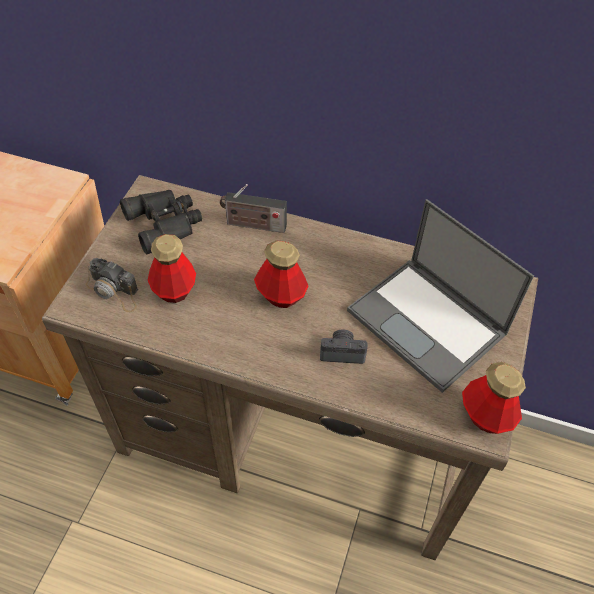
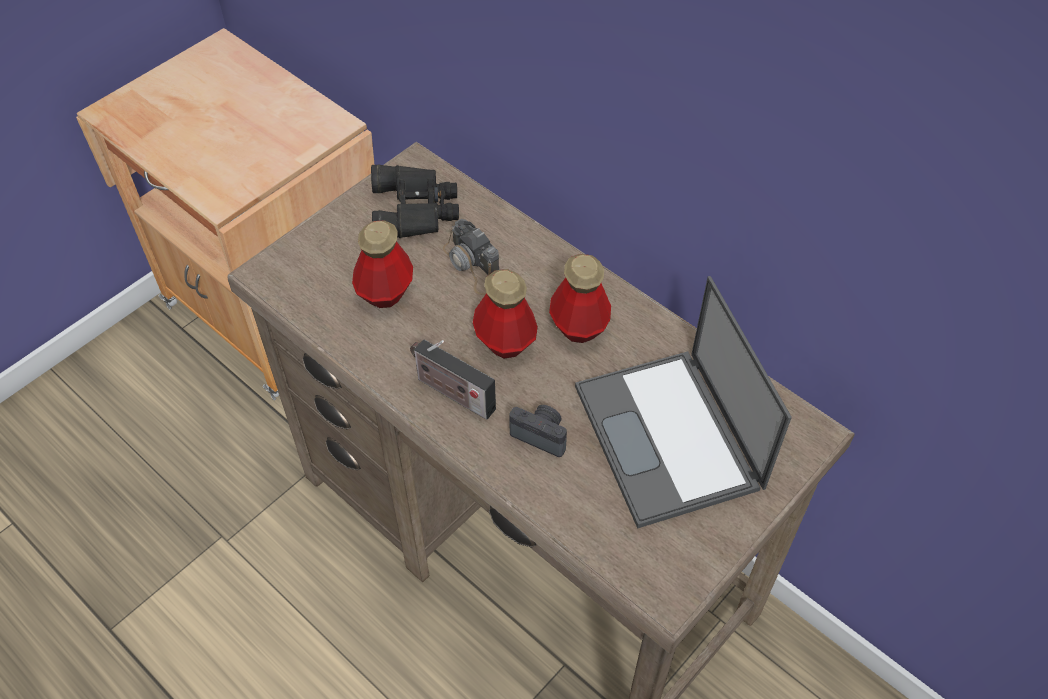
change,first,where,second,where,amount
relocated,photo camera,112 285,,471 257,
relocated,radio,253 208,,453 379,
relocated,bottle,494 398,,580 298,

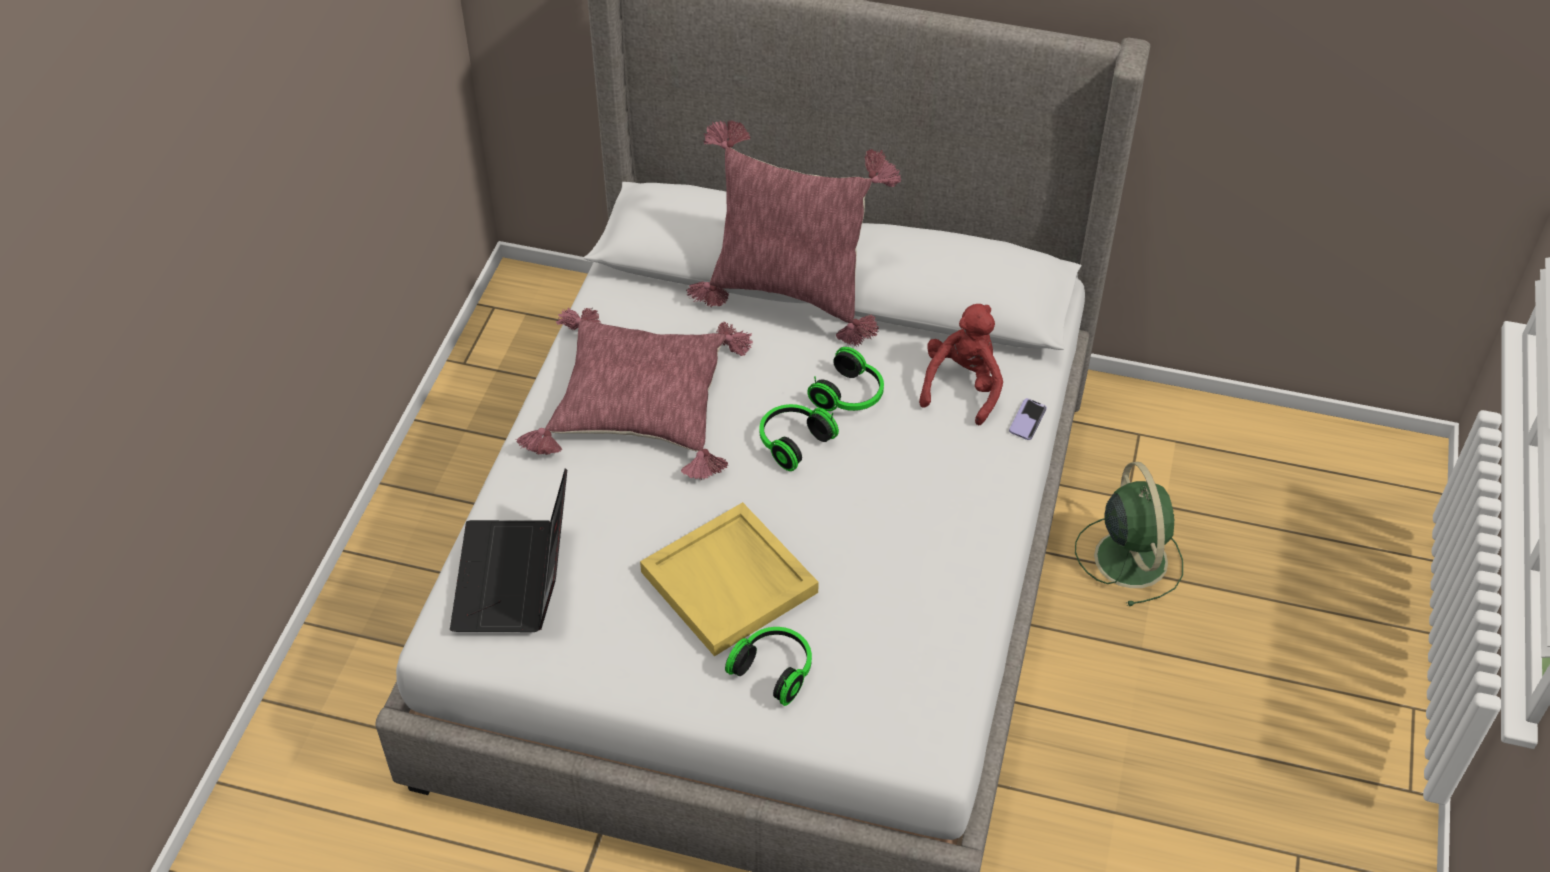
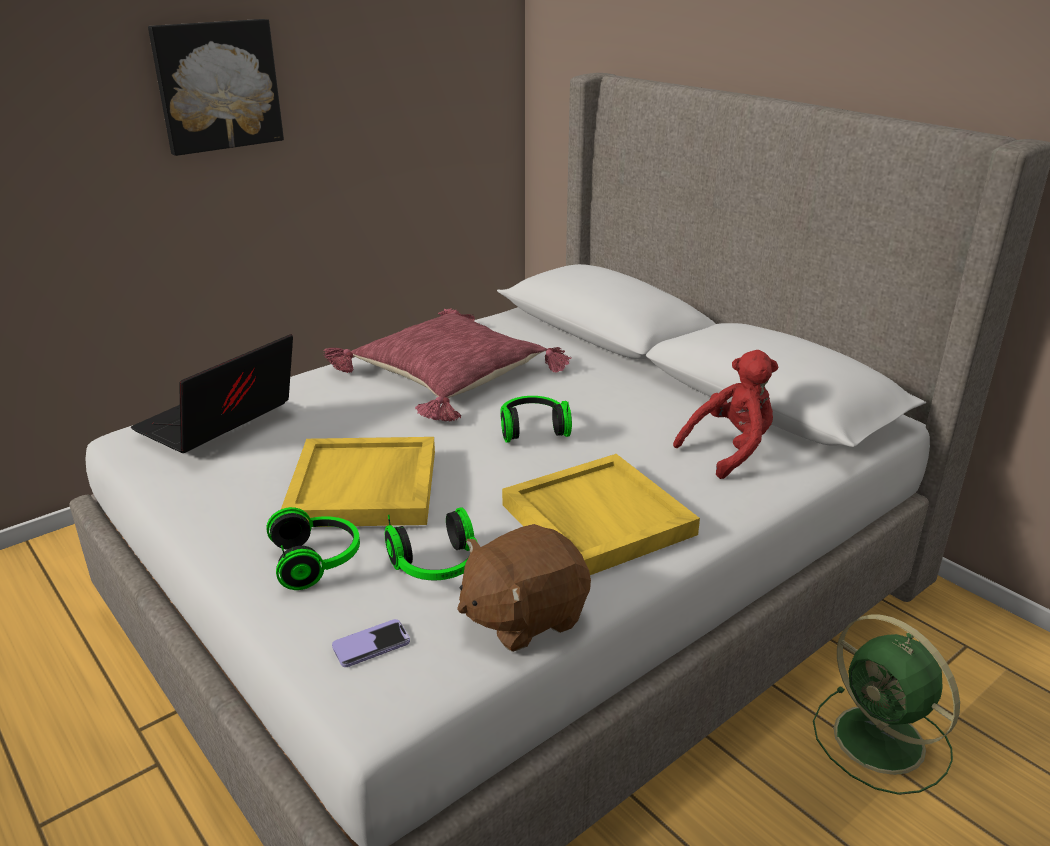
change,first,where,second,where,amount
missing,pillow/red,793 233,,,
appeared,,,picture,216 87,
appeared,,,plush toy/brown,524 588,
appeared,,,tray/yellow,601 514,
relocated,headphones,845 379,,431 543,
relocated,phone,1028 419,,371 643,
spun,fan/green,1129 534,,886 704,120 degrees clockwise

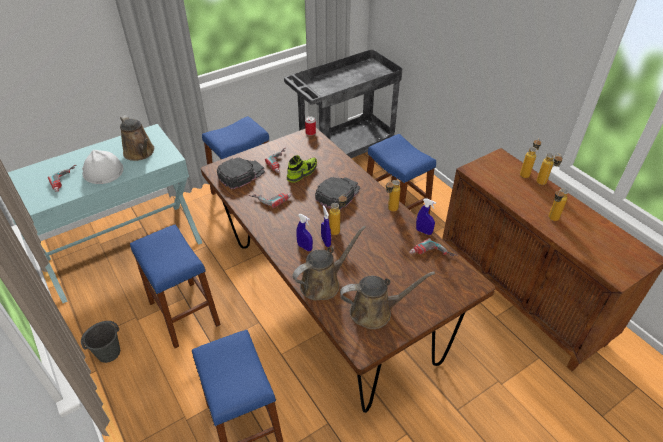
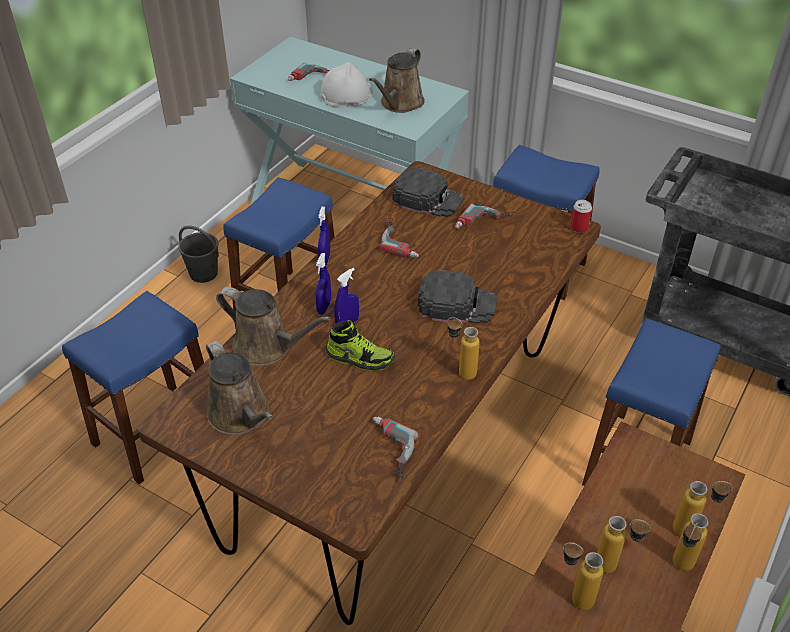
change,first,where,second,where,amount
relocated,shoe,302 169,,360 345,
relocated,bottle,338 214,,624 544,
relocated,spray bottle/blue,426 216,,324 235,

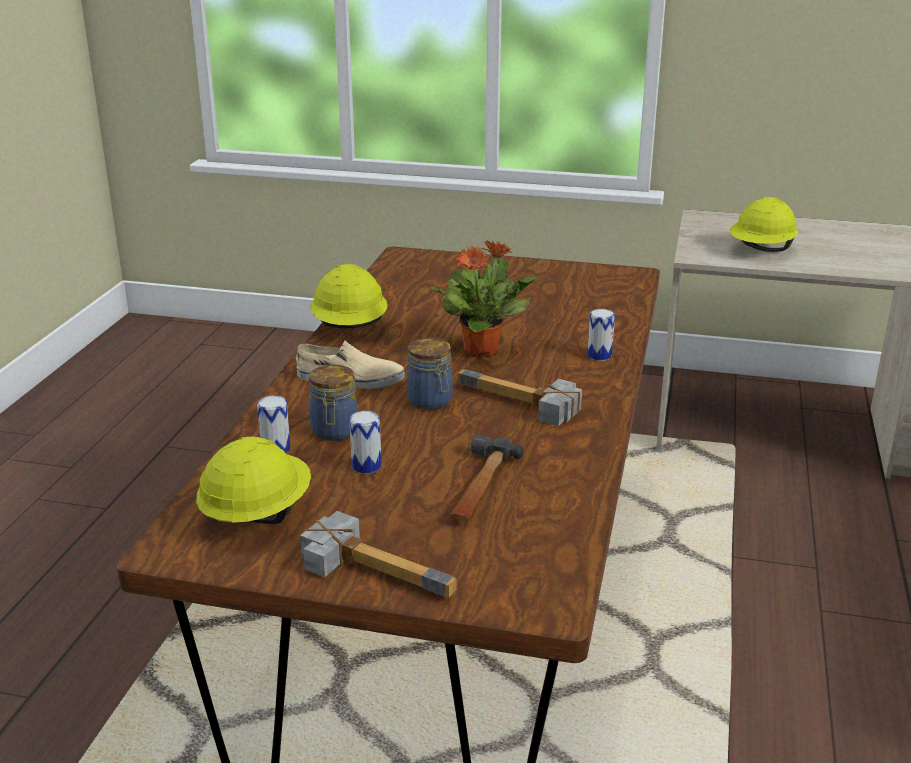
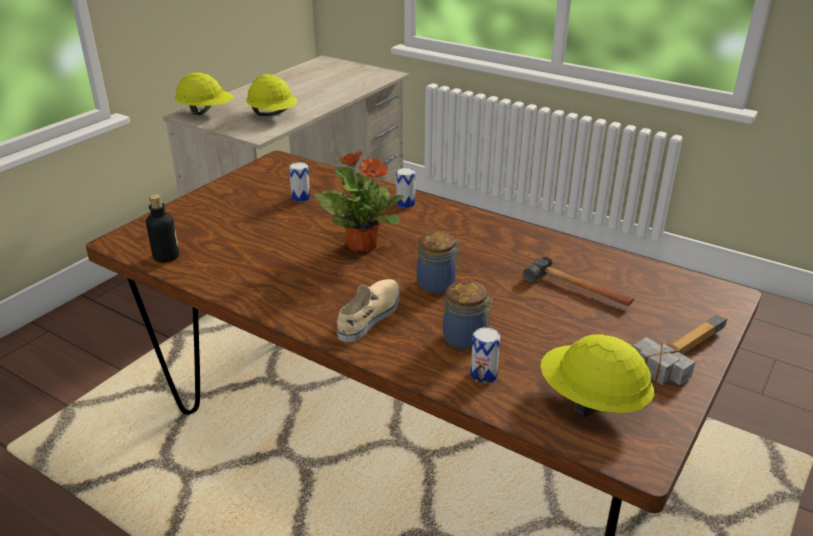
change,first,where,second,where,amount
missing,hammer,520 397,,,
appeared,,,bottle,162 228,
relocated,hard hat/yellow,349 296,,204 93,
relocated,can,365 442,,299 182,

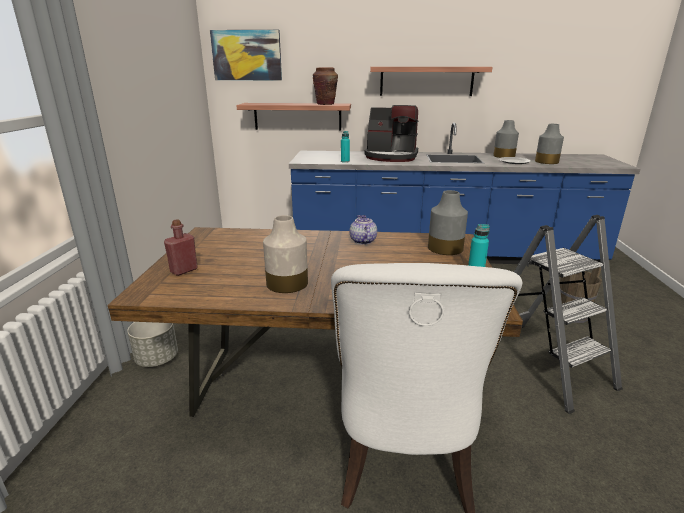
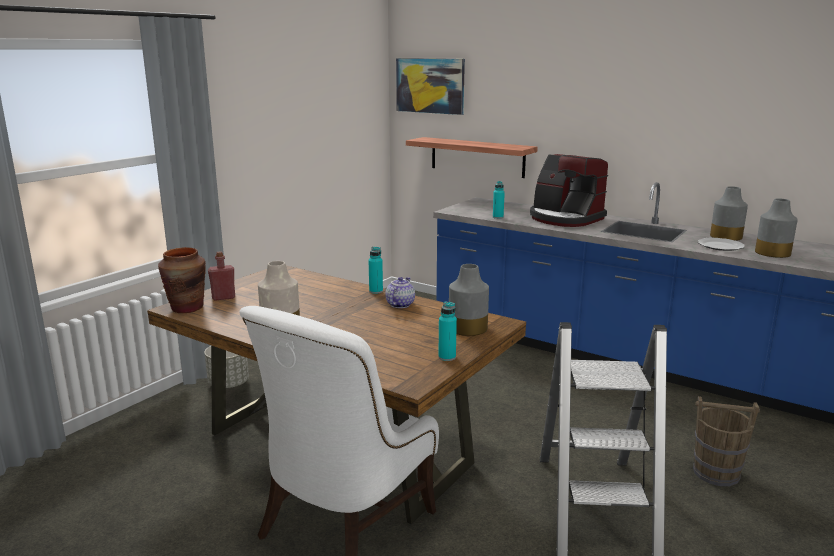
change,first,where,second,where,amount
missing,shelf,431 81,,,
appeared,,,bottle/turquoise,376 270,
relocated,vase/brown,325 86,,182 280,

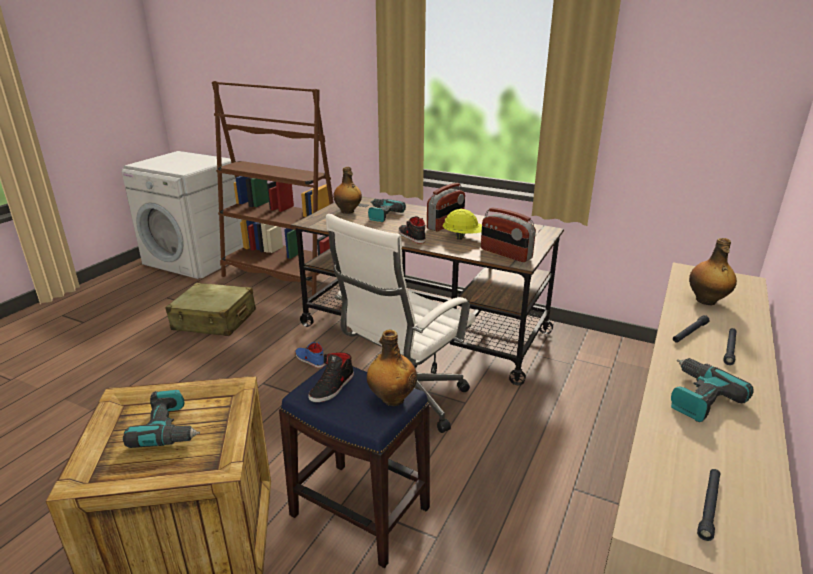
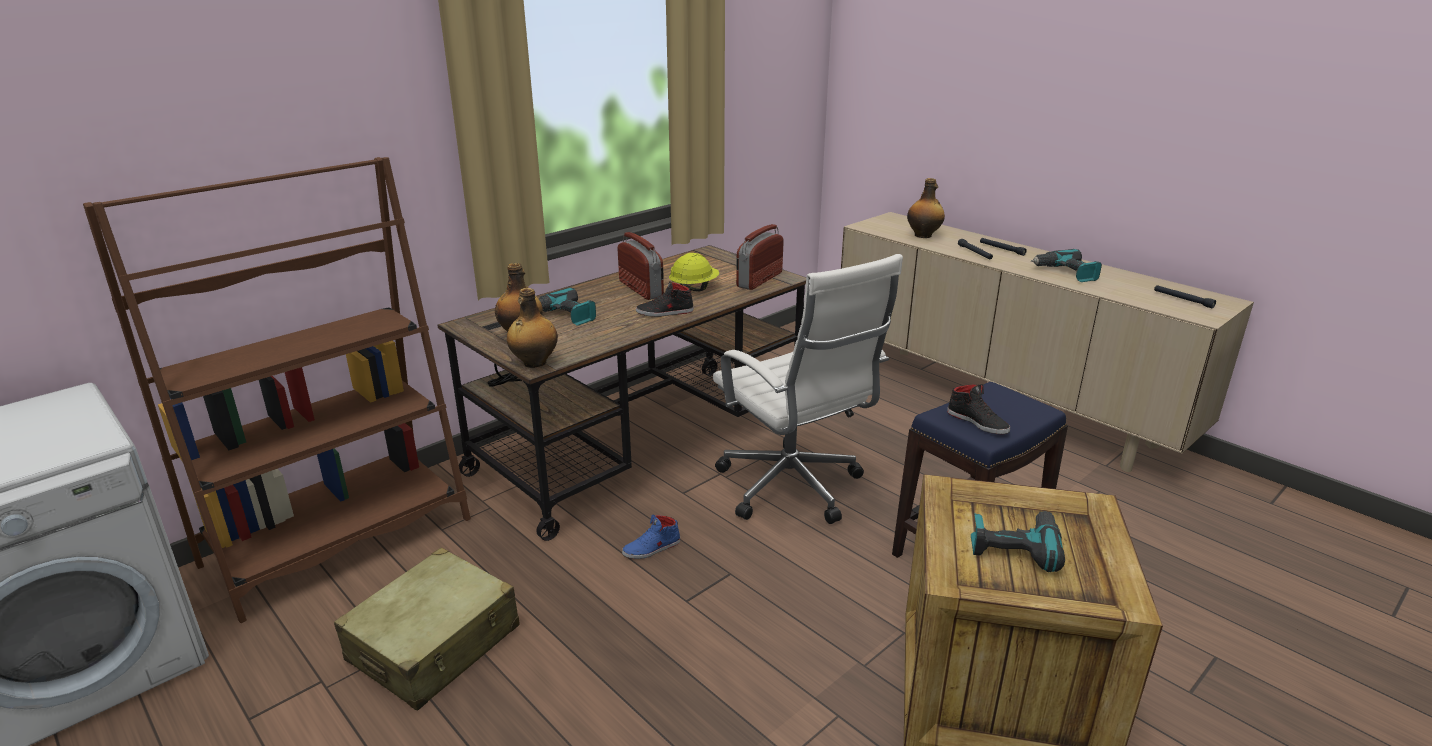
change,first,where,second,where,amount
relocated,bottle,392 368,,532 328,
spun,radio,508 234,,760 257,150 degrees clockwise

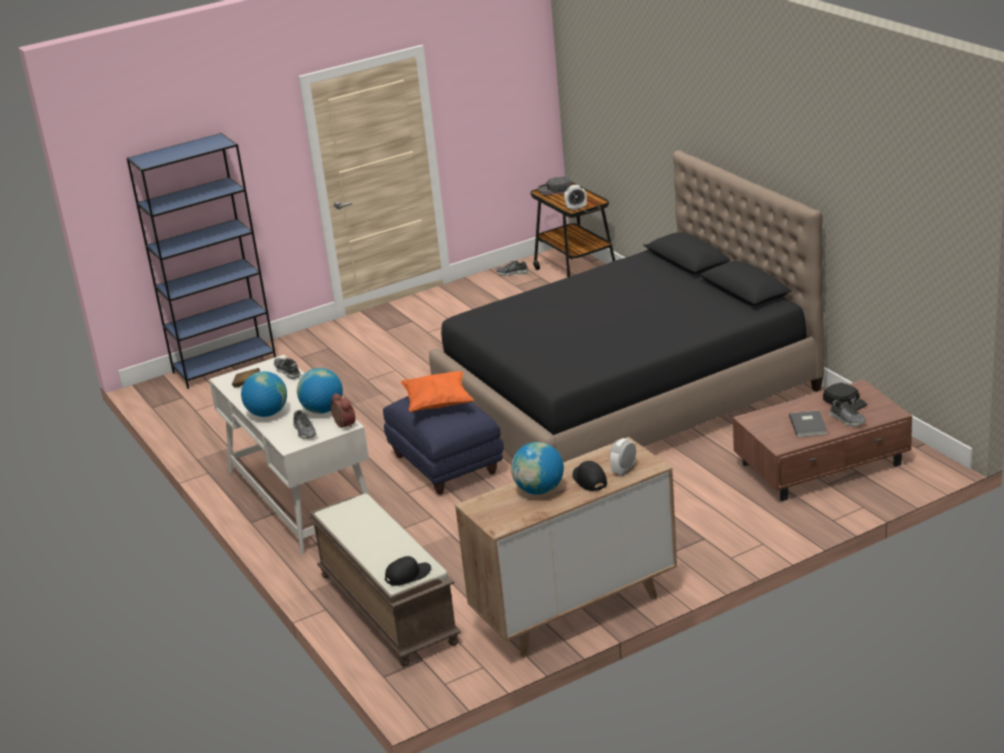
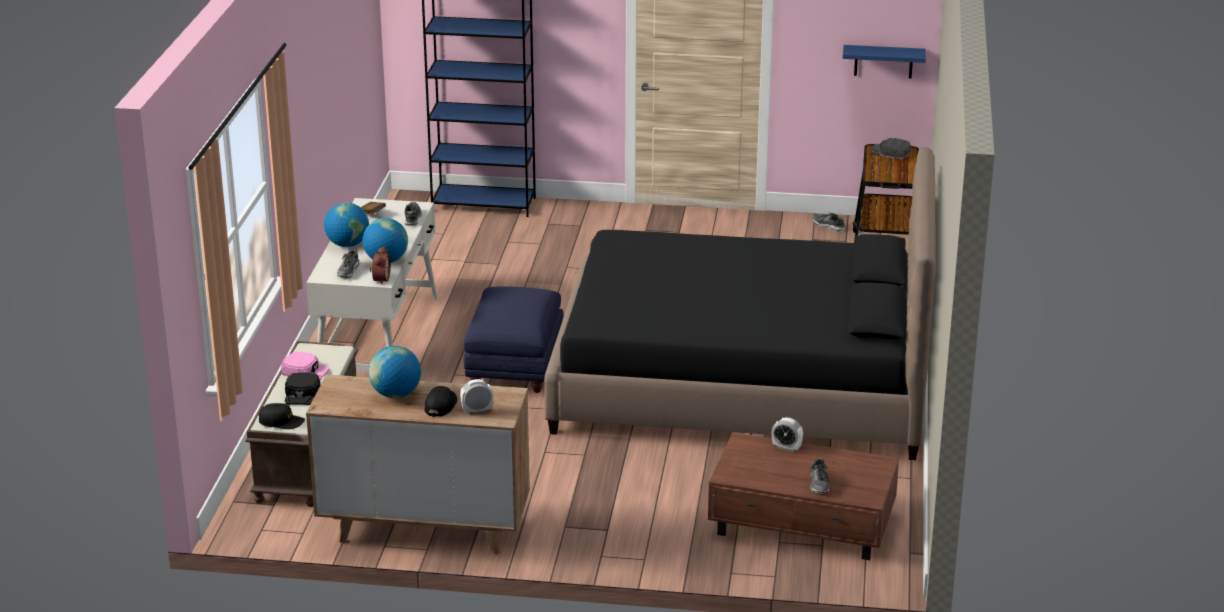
change,first,where,second,where,amount
missing,pillow/orange,437 391,,,
missing,book/grey,808 424,,,
appeared,,,cap/pink,305 366,
appeared,,,shelf/blue,884 61,
relocated,alarm clock,575 197,,787 434,
relocated,cap/black,845 397,,302 388,

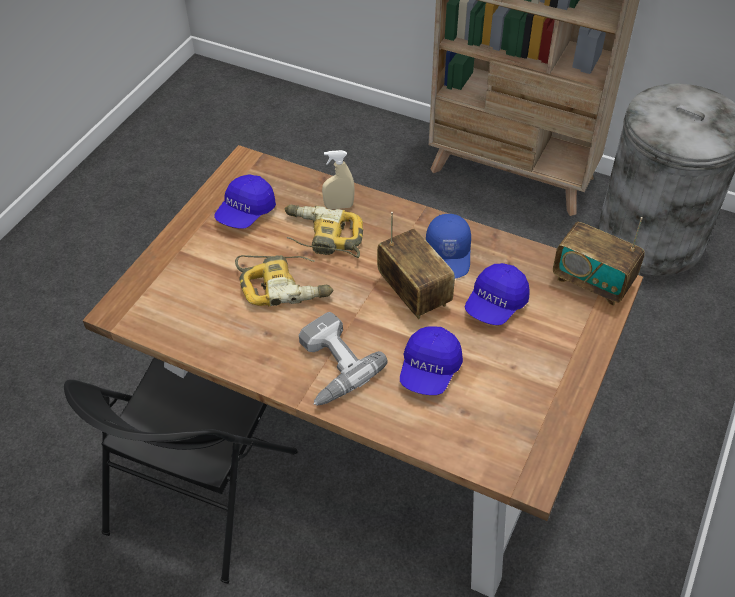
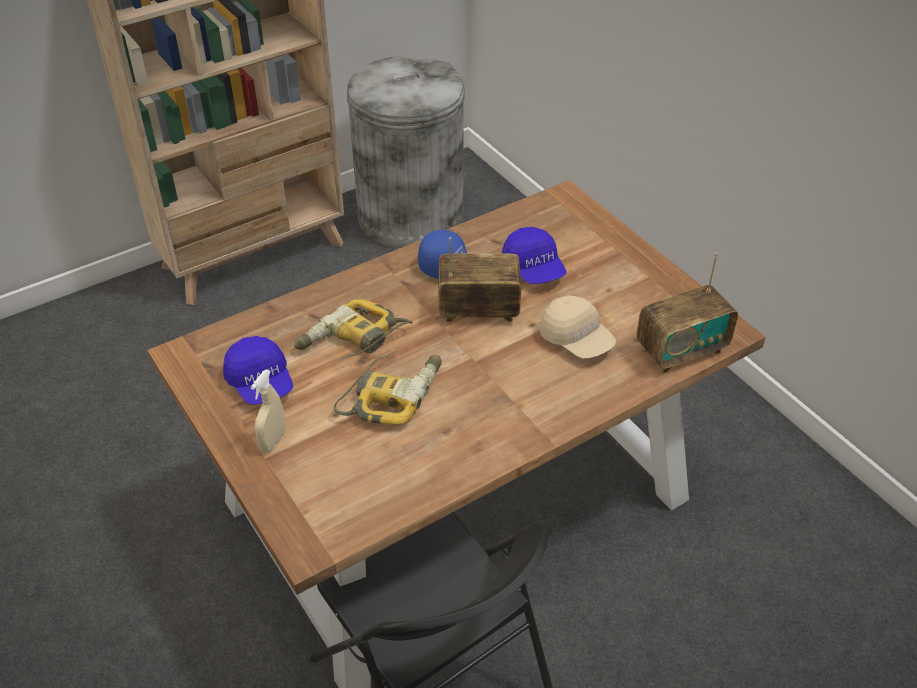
change,first,where,second,where,amount
missing,power drill,343 359,,,
relocated,spray bottle/beige,338 179,,268 411,
relocated,radio,599 261,,687 313,
colour,cap/blue,431 360,cap/beige,578 327,

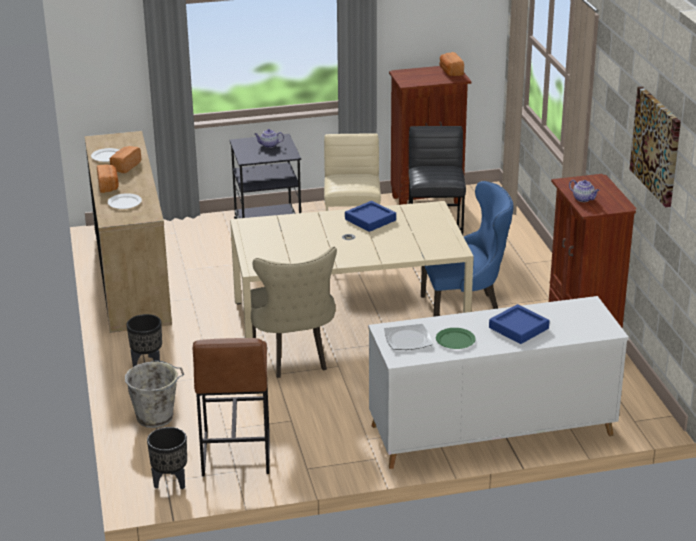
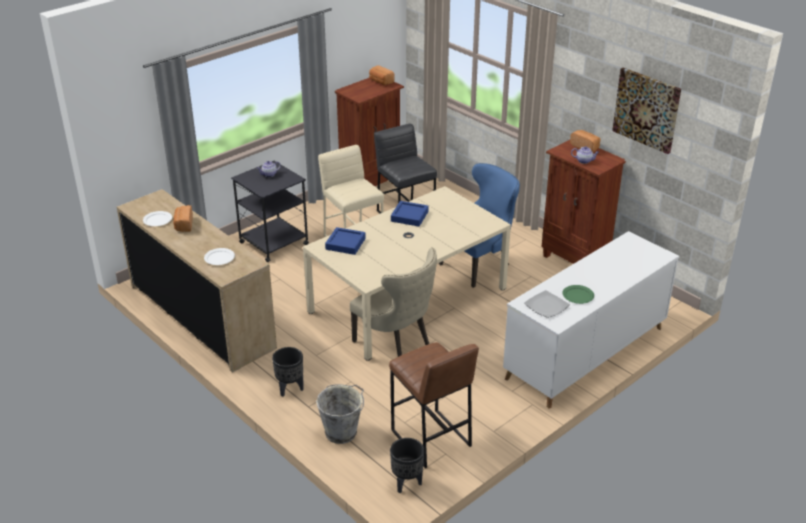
change,first,where,second,where,amount
relocated,bread,108 178,,585 141,
relocated,tray/blue,519 324,,345 241,

